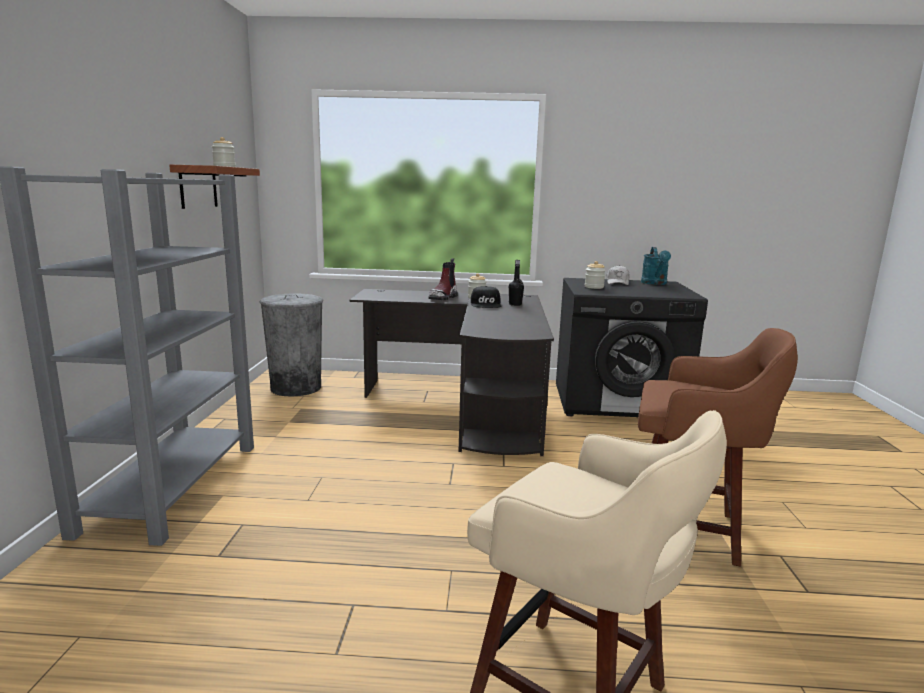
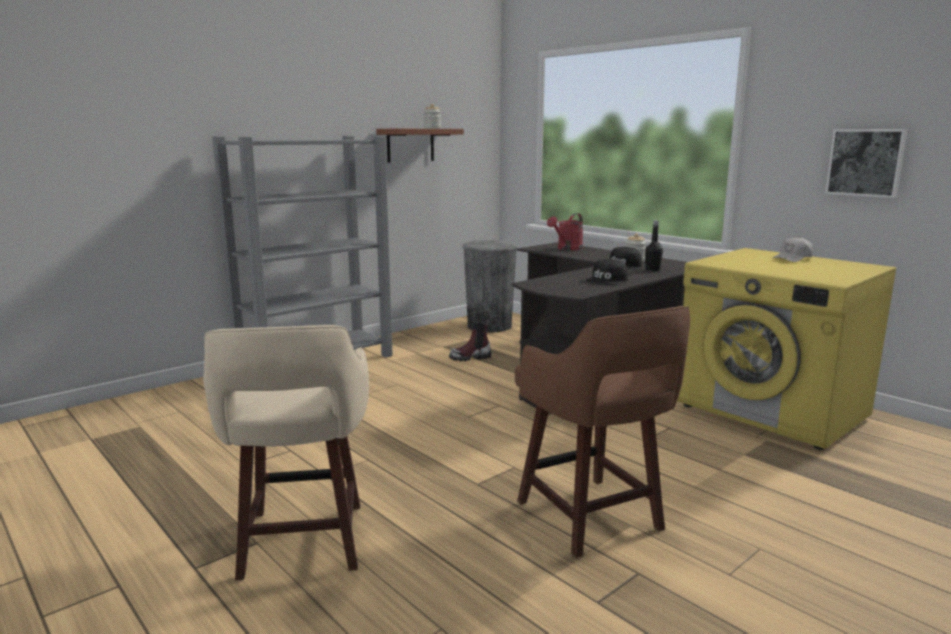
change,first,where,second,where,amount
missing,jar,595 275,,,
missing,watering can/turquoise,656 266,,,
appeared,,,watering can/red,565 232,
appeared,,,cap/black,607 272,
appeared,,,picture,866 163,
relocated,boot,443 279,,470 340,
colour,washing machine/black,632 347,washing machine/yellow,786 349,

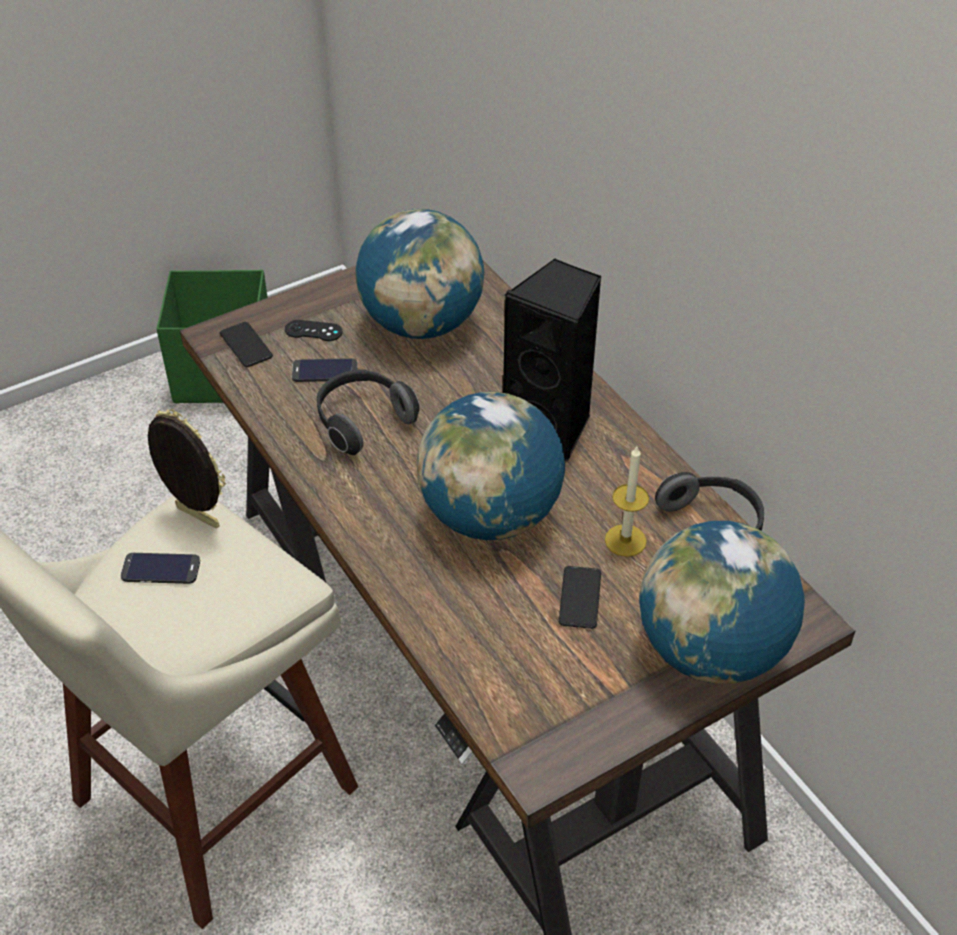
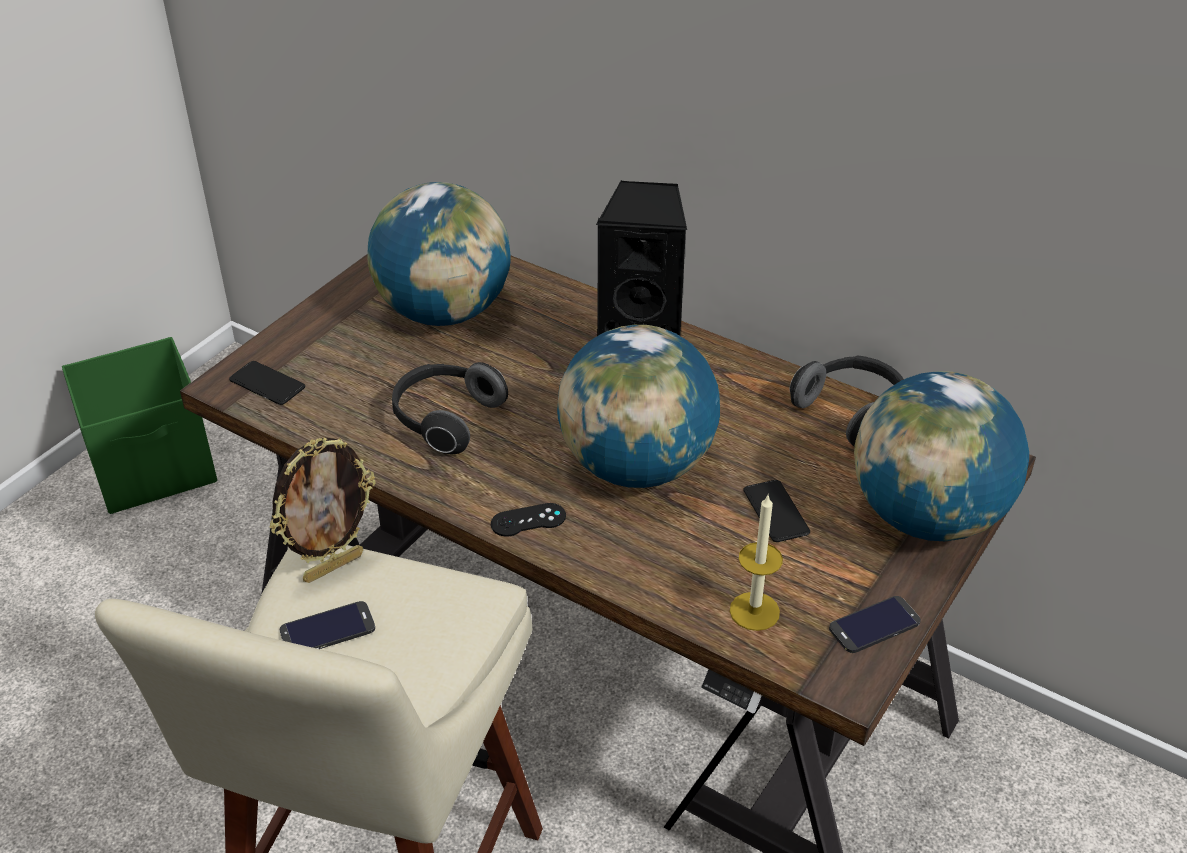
change,first,where,second,where,amount
relocated,game controller/black,313 330,,528 520,
relocated,phone,325 370,,875 624,
relocated,candle,627 501,,756 563,
spun,picture frame,187 468,,322 510,135 degrees clockwise

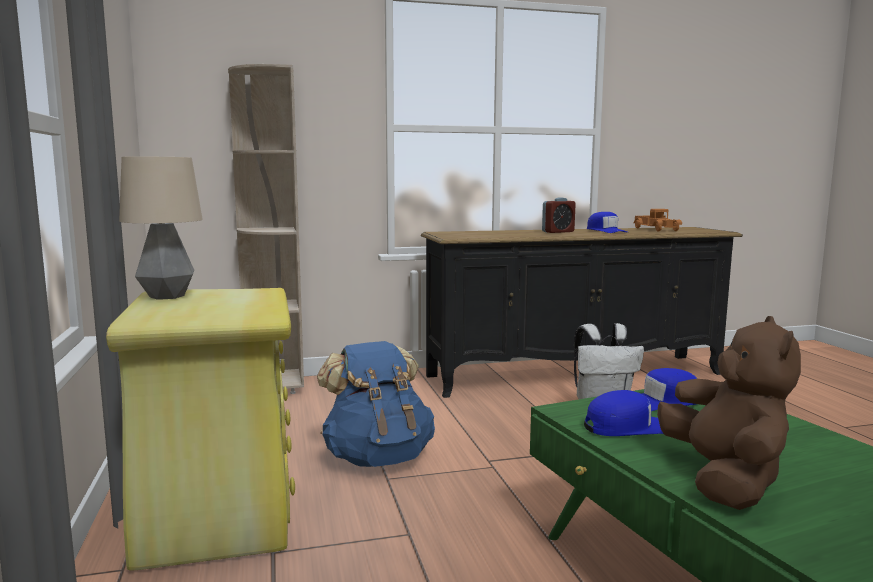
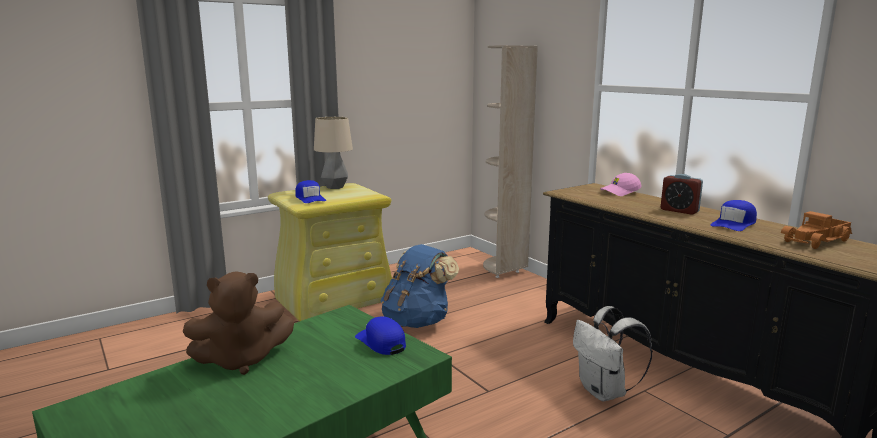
change,first,where,second,where,amount
appeared,,,cap/pink,621 184,
relocated,cap/blue,624 413,,310 191,

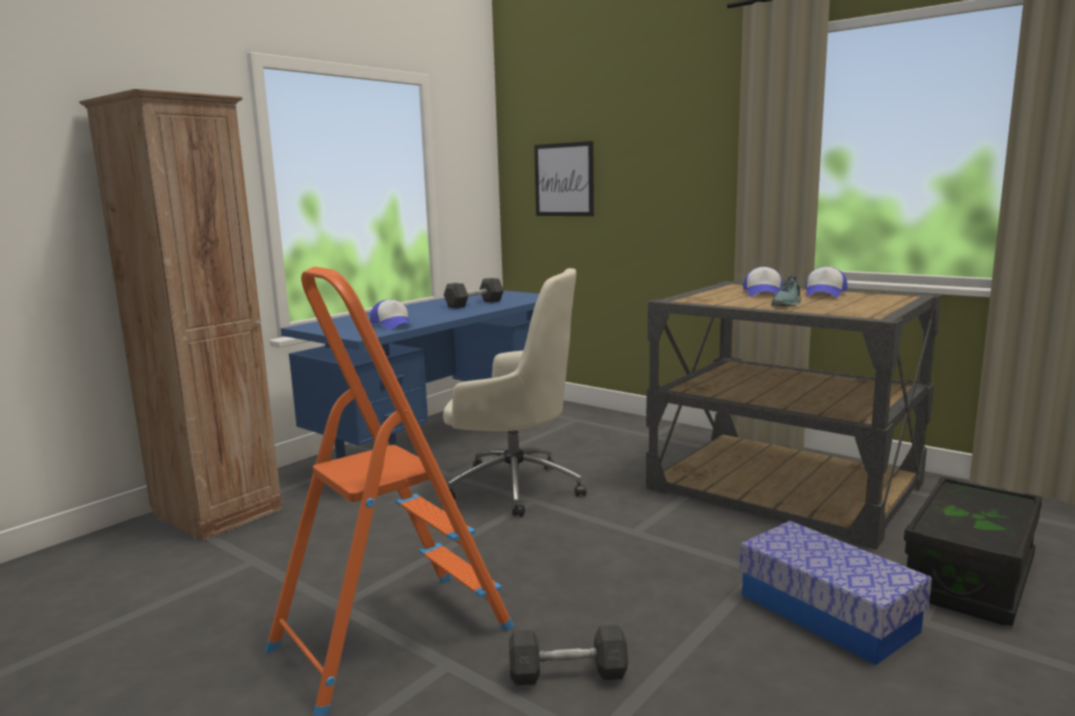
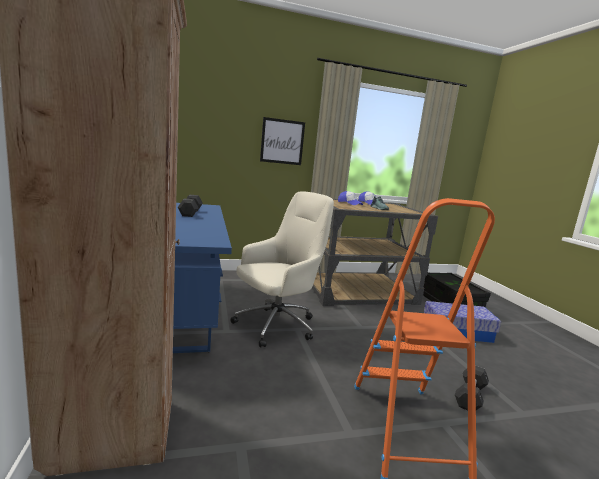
change,first,where,second,where,amount
missing,cap,390 314,,,
relocated,picture,564 178,,282 141,

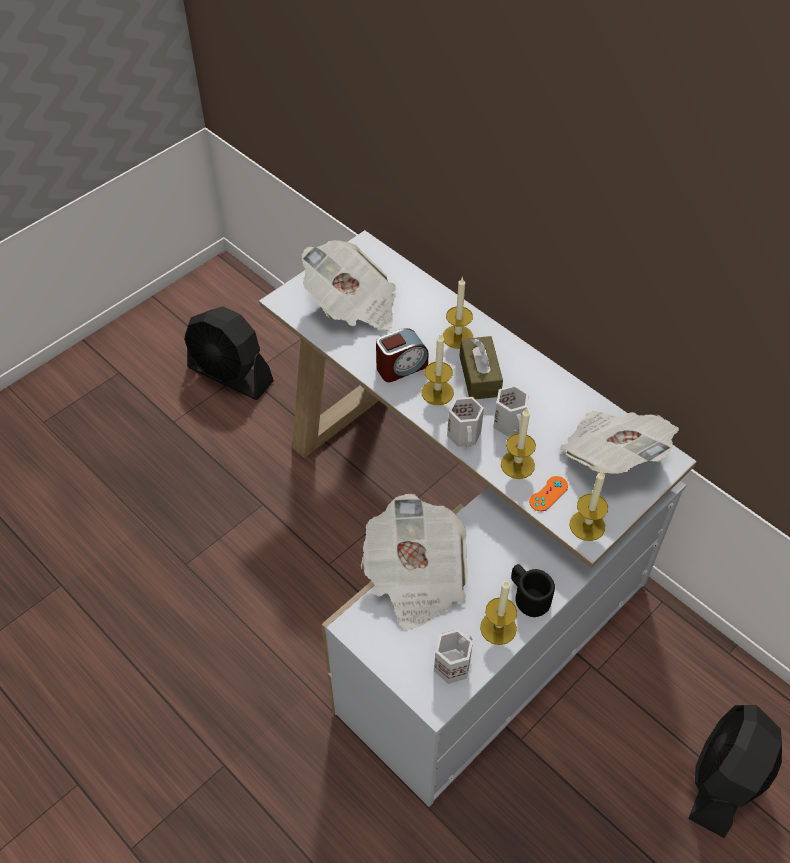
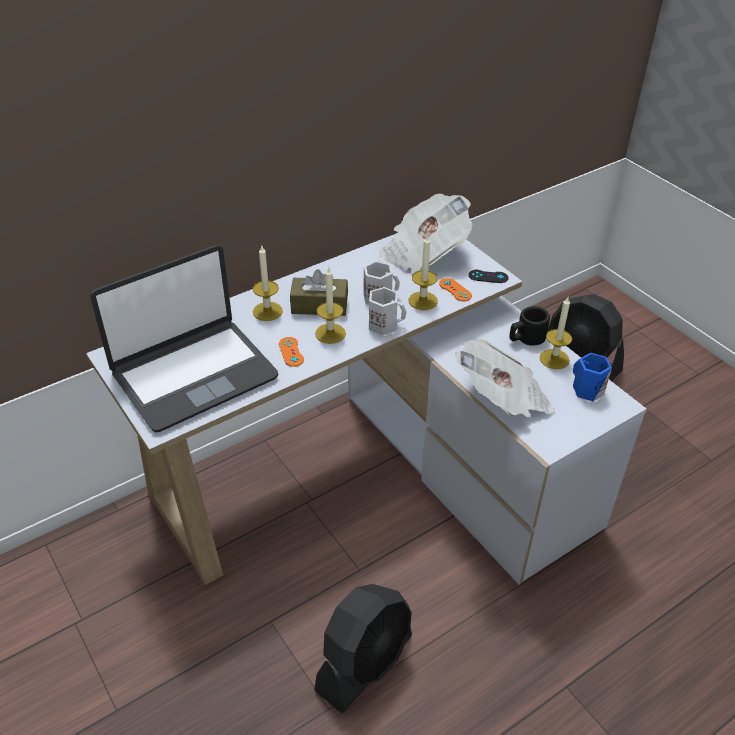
change,first,where,second,where,amount
relocated,fan/black,229 353,,363 648,
exchanged,newspaper,349 285,laptop,184 338,
exchanged,alarm clock,402 355,game controller/orange,291 352,
exchanged,candle,589 505,game controller/black,489 276,
colour,mug/white,453 656,mug/blue,592 377,

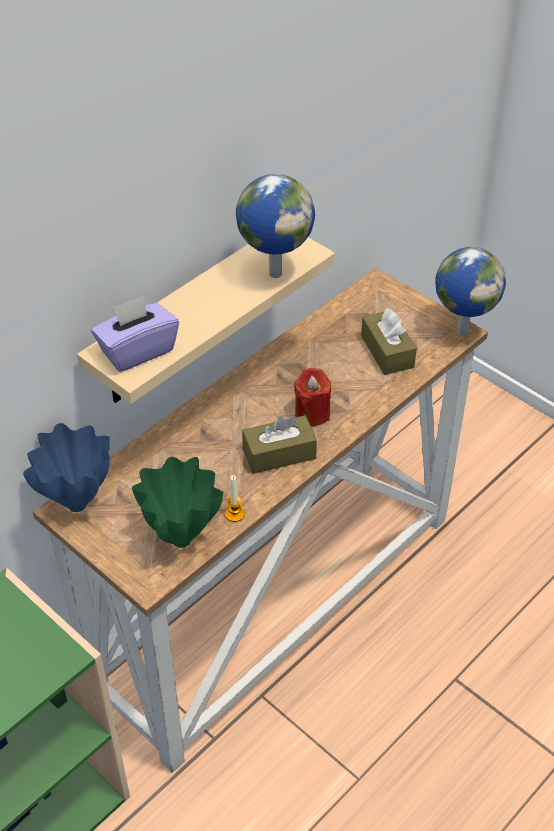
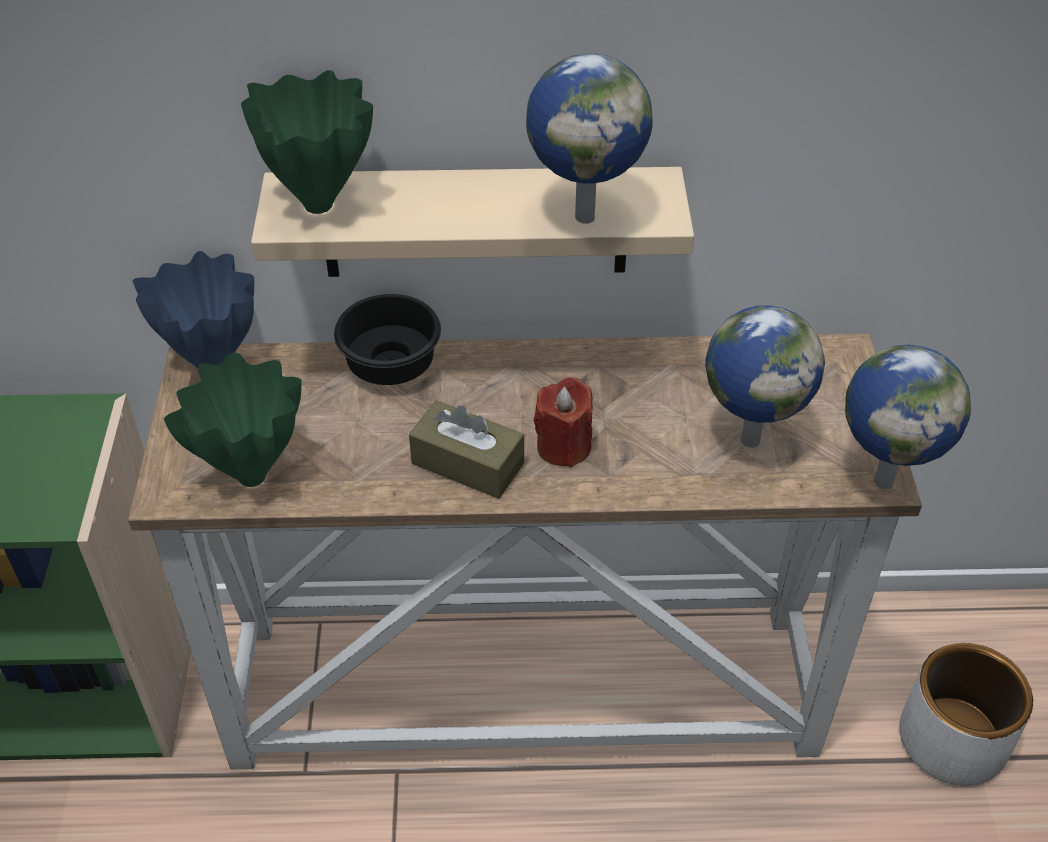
change,first,where,second,where,amount
missing,candle,235 498,,,
appeared,,,bowl/black,387 339,
appeared,,,planter/white,966 714,
exchanged,tissue box/purple,135 334,vase/green,307 142,
exchanged,tissue box/brown,389 341,globe,765 376,

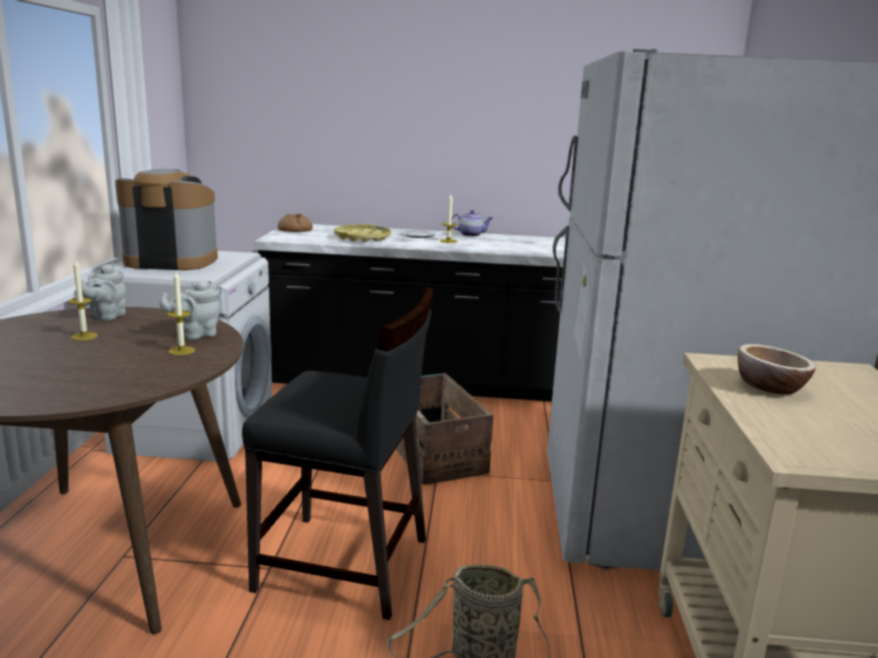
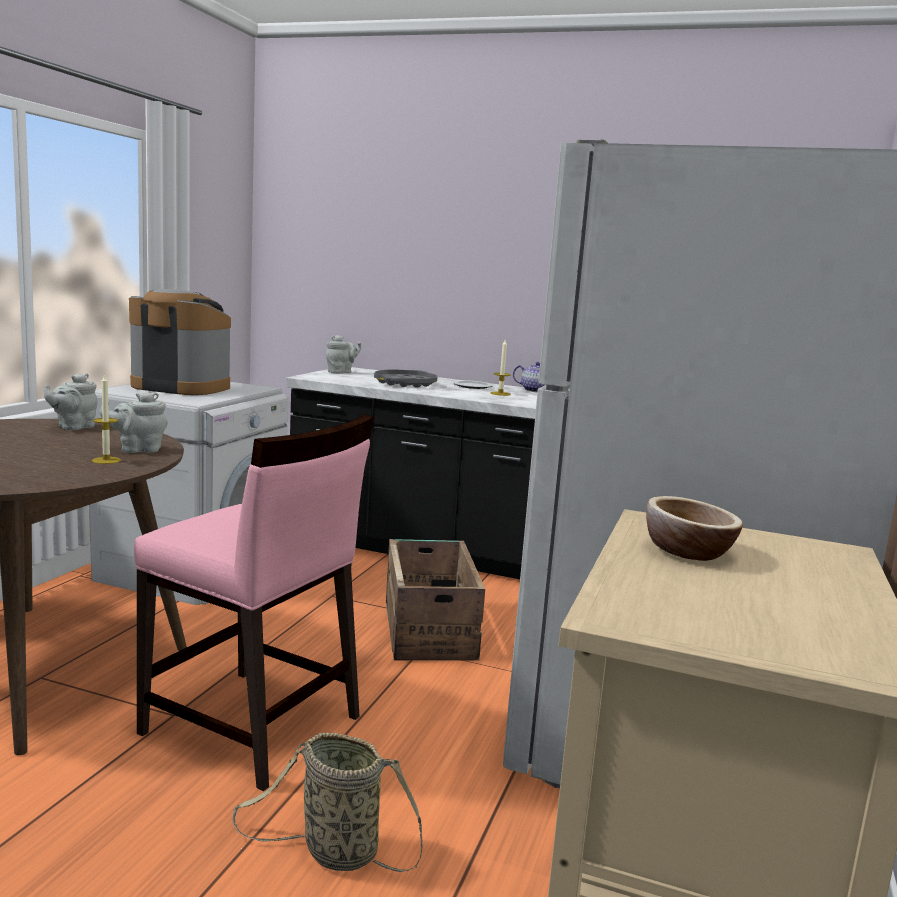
change,first,where,second,where,amount
missing,candle,83 299,,,
exchanged,bread,295 222,teapot/grey,343 354,
colour,chair/black,338 453,chair/pink,254 602,
colour,tray/yellow,362 233,tray/grey,406 379,

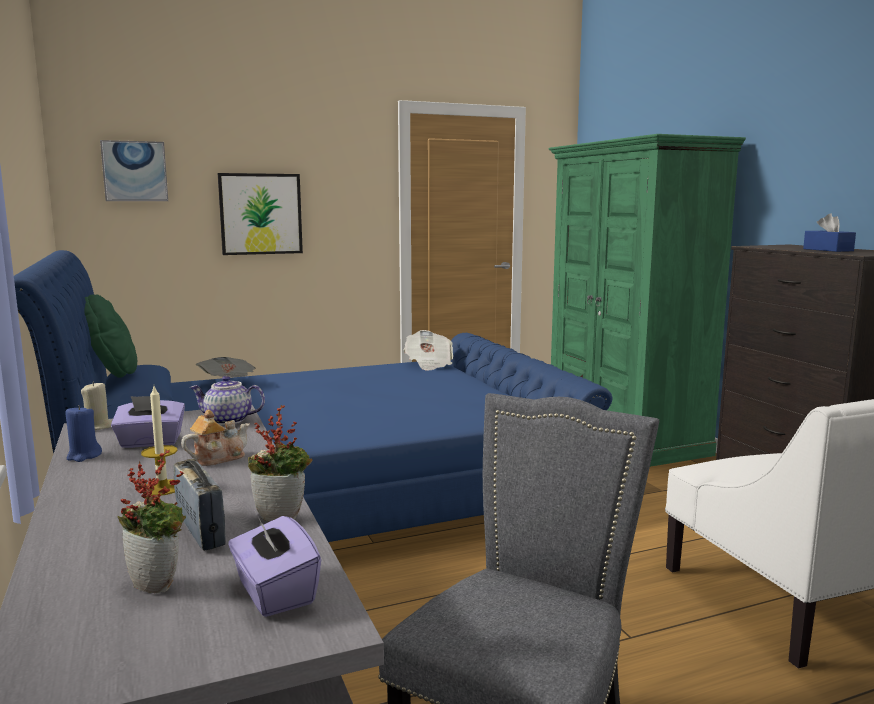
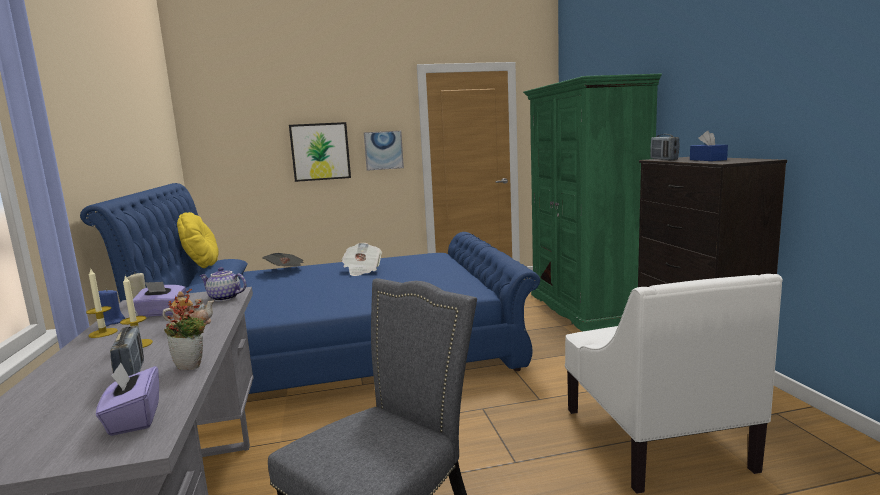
change,first,where,second,where,amount
missing,potted plant,151 521,,,
appeared,,,candle,102 303,
appeared,,,radio,664 147,
relocated,picture,134 170,,384 151,
relocated,newspaper,428 350,,361 259,
colour,pillow/green,110 336,pillow/yellow,198 240,

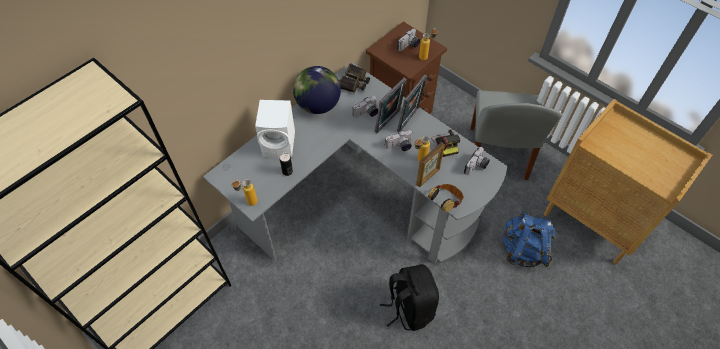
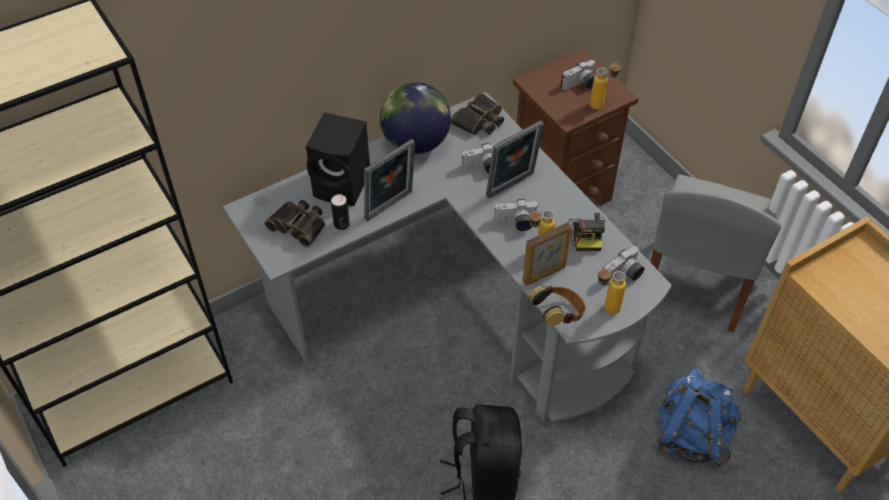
change,first,where,second,where,amount
appeared,,,binoculars,295 223,
relocated,bottle,244 192,,611 291,
relocated,picture frame,412 102,,389 180,
colour,speaker/white,275 129,speaker/black,338 159,

